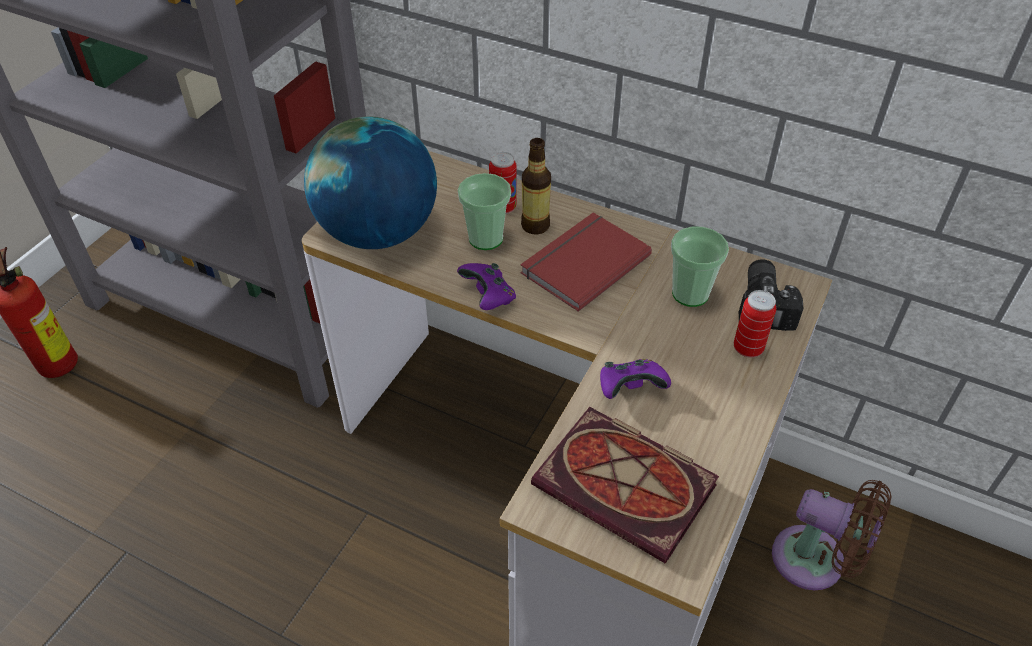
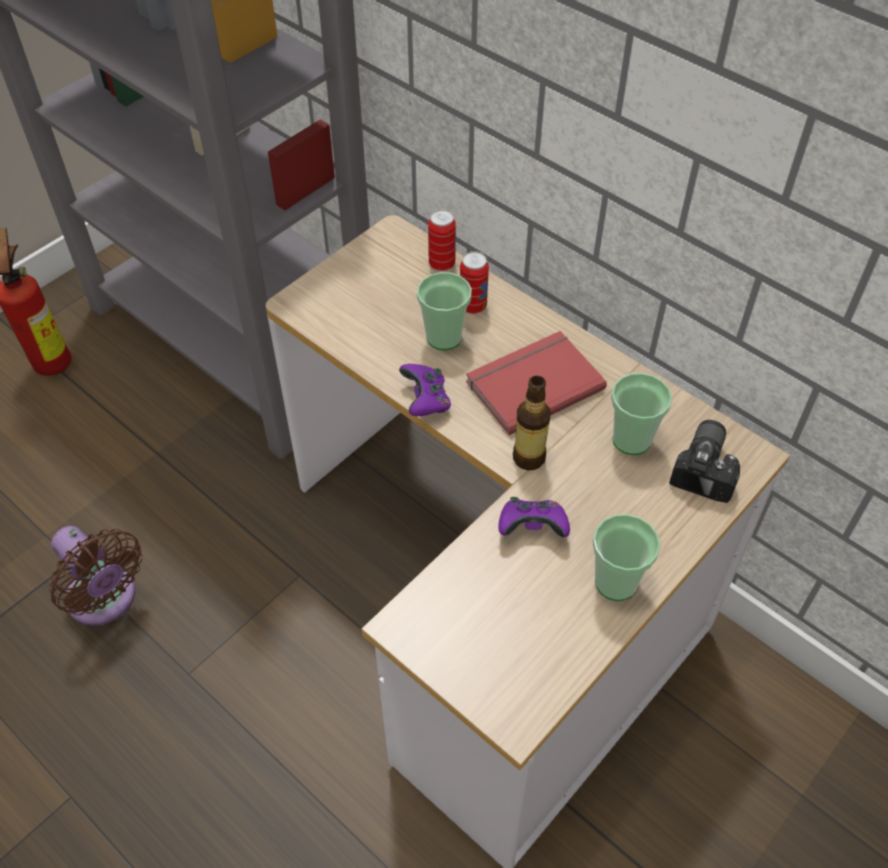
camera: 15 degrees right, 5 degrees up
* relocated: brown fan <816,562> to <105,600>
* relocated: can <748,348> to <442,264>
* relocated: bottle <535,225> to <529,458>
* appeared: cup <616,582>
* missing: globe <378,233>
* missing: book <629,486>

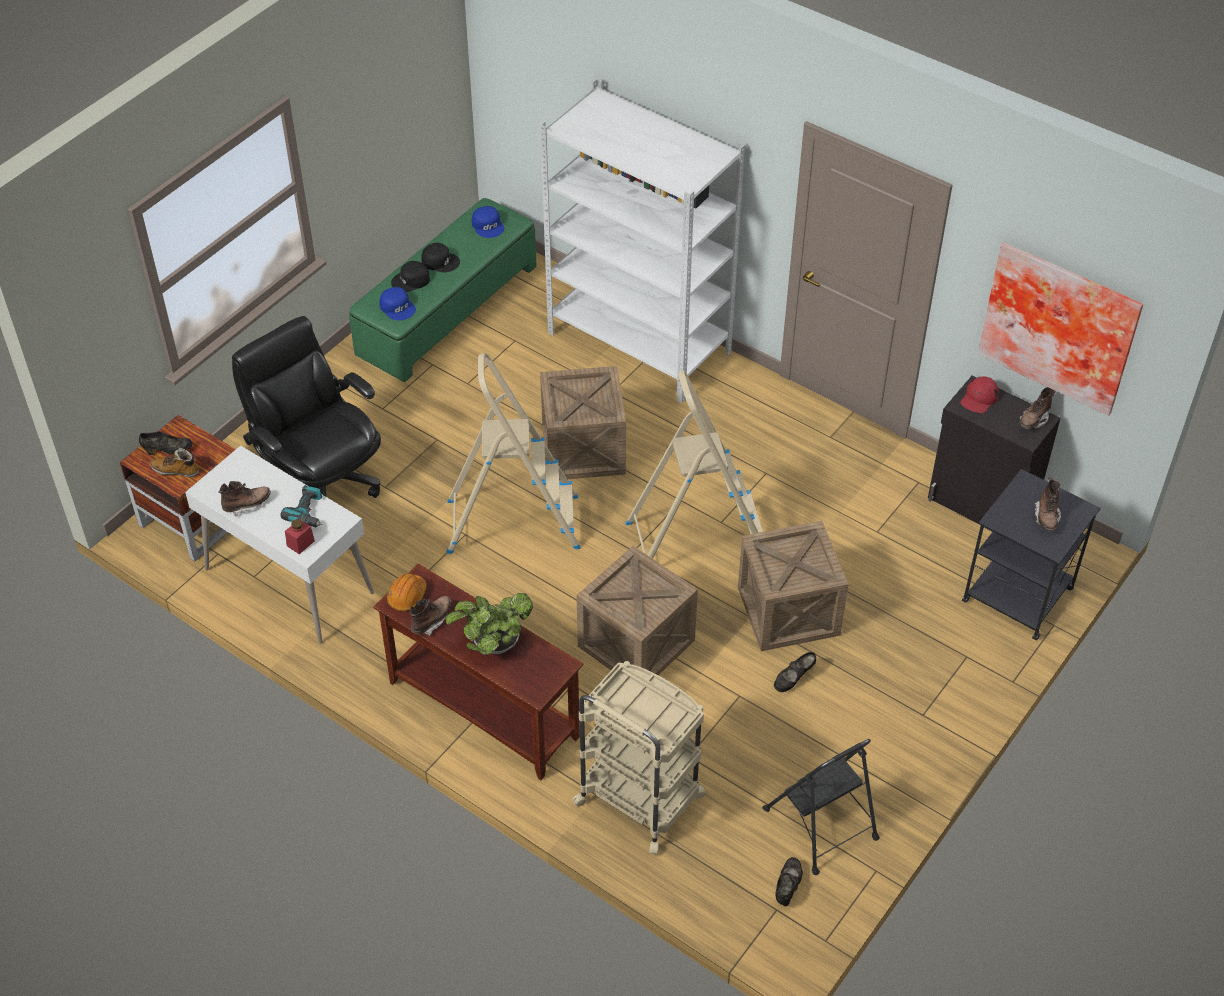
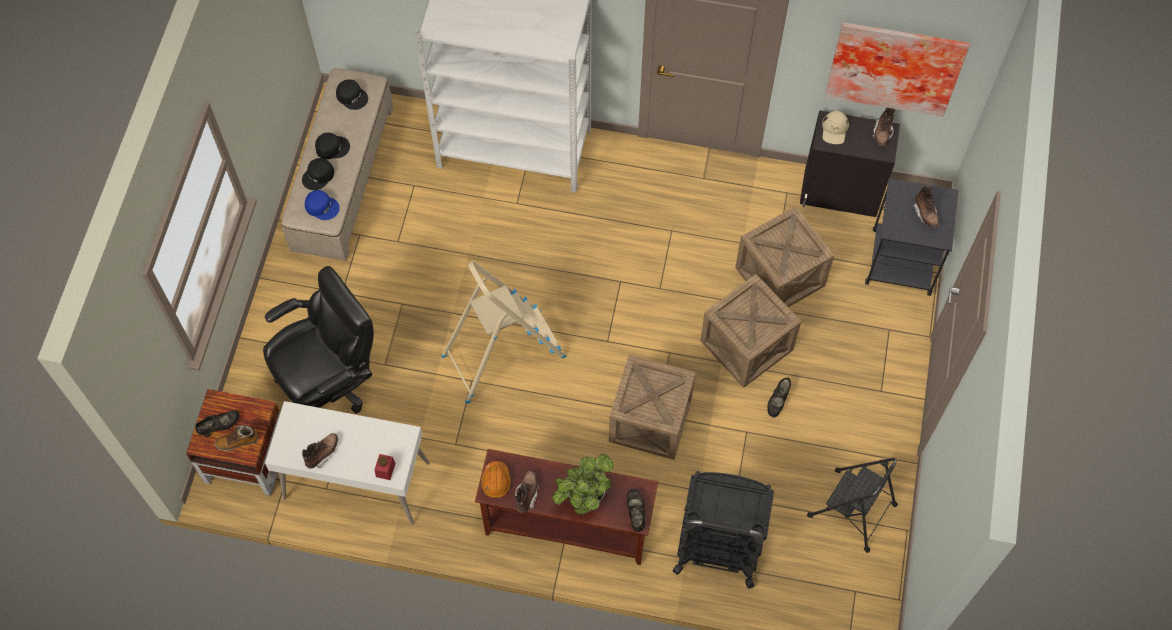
camera: 25 degrees left, 15 degrees up
* spun: black office chair <321,481> = <330,380> 120 degrees clockwise
* colour: green bench <447,309> to beige bench <342,176>
* colour: blue cap <488,225> to black cap <352,96>
* relocated: black shoe <787,887> to <635,513>
* colour: beige cart <640,798> to black cart <718,547>
* relocated: crate <583,449> to <780,276>
* colour: red cap <979,398> to beige cap <834,129>
* missing: power drill <308,512>
* missing: beige step ladder <698,539>

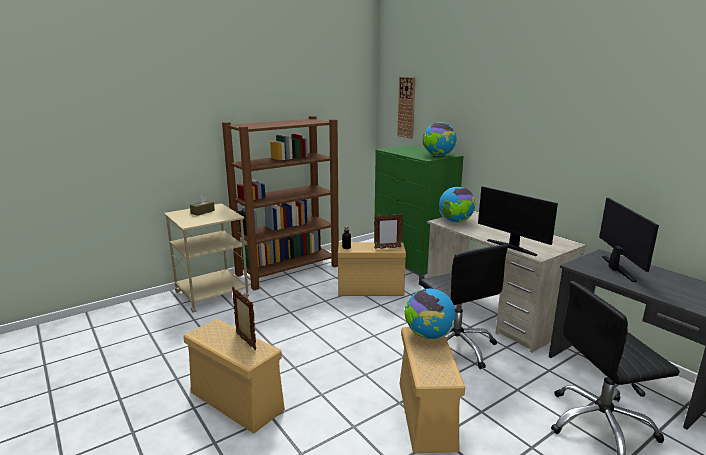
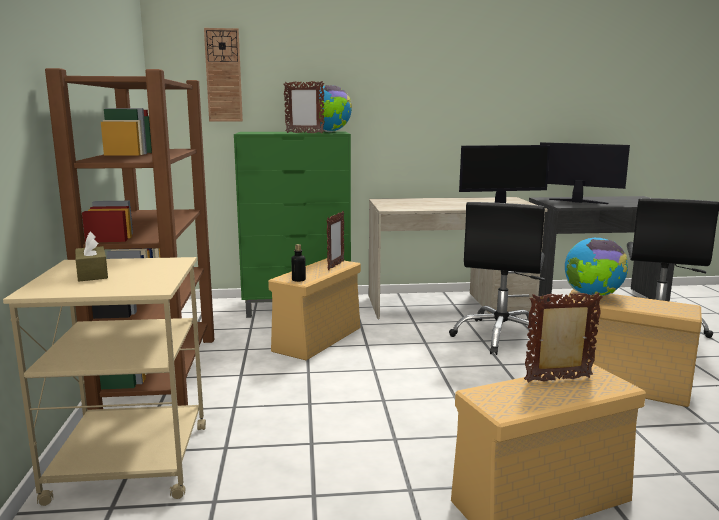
camera: 60 degrees left, 5 degrees down
* appeared: picture frame <304,133>
* spun: black office chair <456,346> = <500,336> 105 degrees clockwise
* missing: globe <455,221>

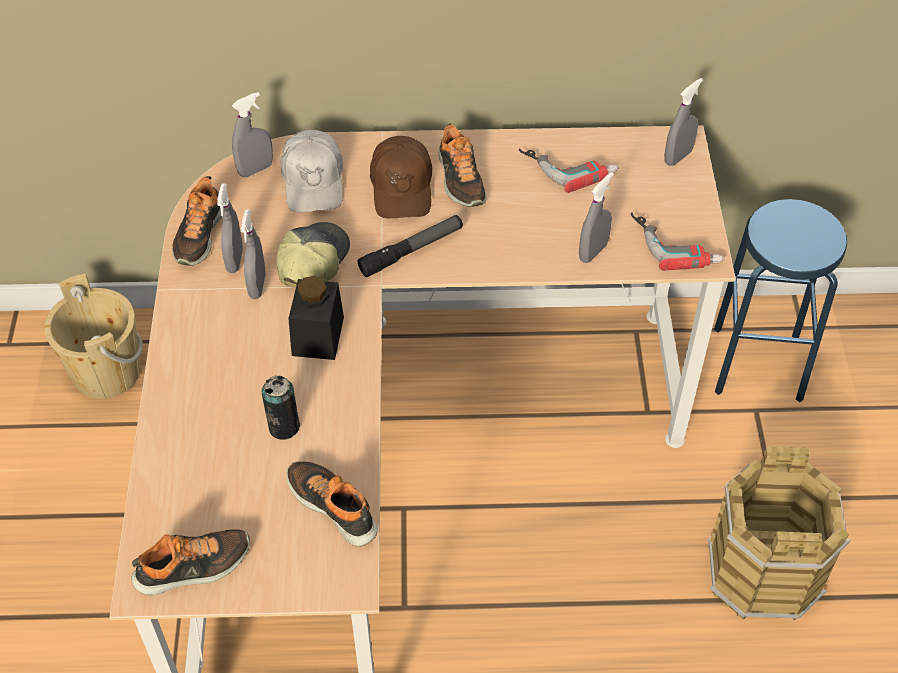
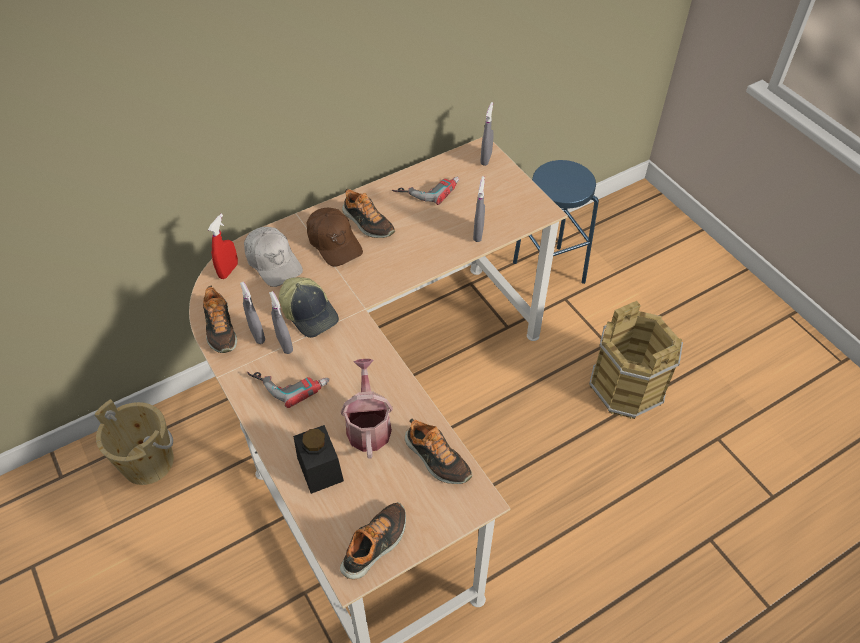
camera: 30 degrees left, 0 degrees up
* colour: grey spray bottle <255,169> to red spray bottle <228,270>
* relocated: power drill <676,243> to <290,381>
* spun: cap <312,261> = <310,313> 150 degrees clockwise
* relocated: black jar <318,336> to <320,469>
* exchanged: can <284,427> to watering can <368,425>
* spun: shoe <334,506> = <436,459> 150 degrees counterclockwise
* missing: flashlight <411,251>

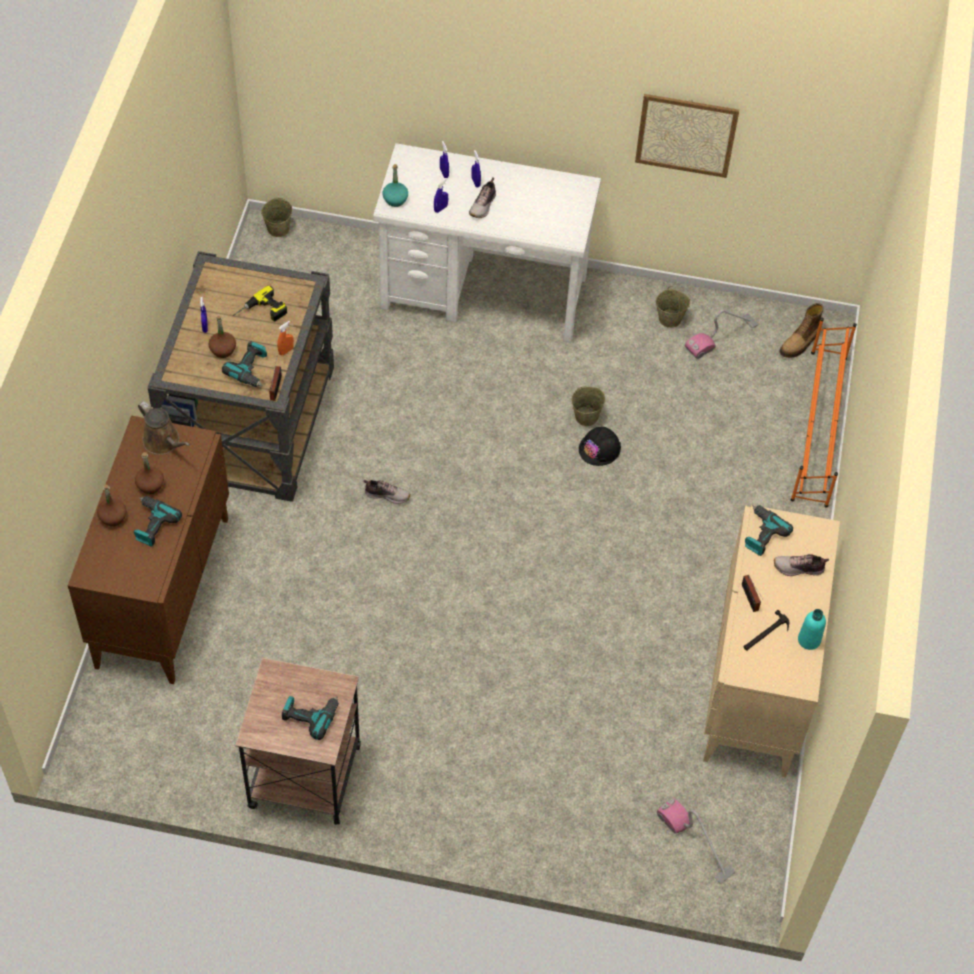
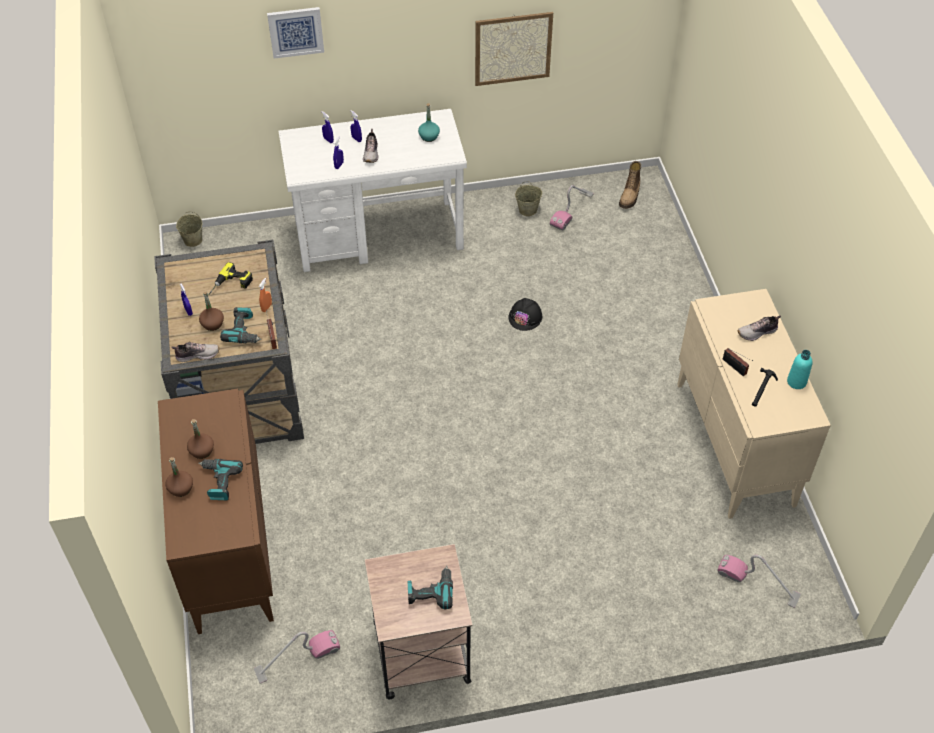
camera: 20 degrees left, 5 degrees down
* relocated: shoe <387,495> to <197,355>
* appeared: vacuum cleaner <297,659>
* appeared: picture <295,31>
* relocated: turquoise bottle <395,200> to <429,136>
* missing: brown watering can <163,442>
* missing: beige bucket <587,416>
* missing: power drill <761,534>
* missing: orange shoe rack <818,428>

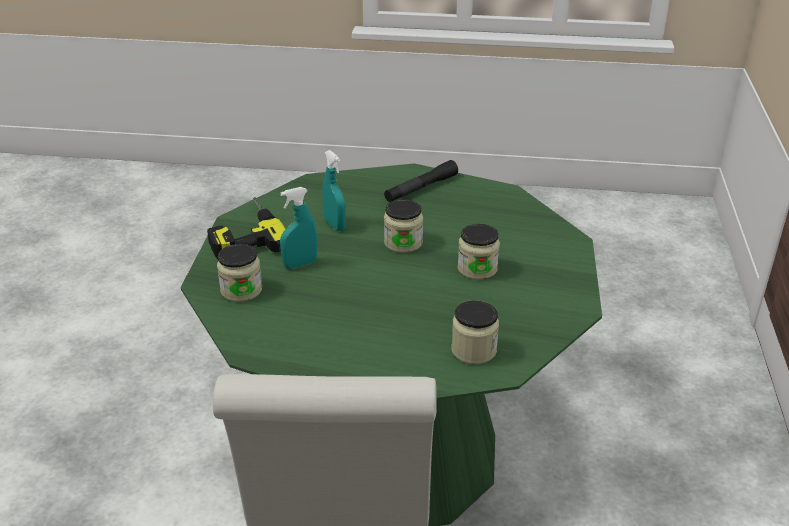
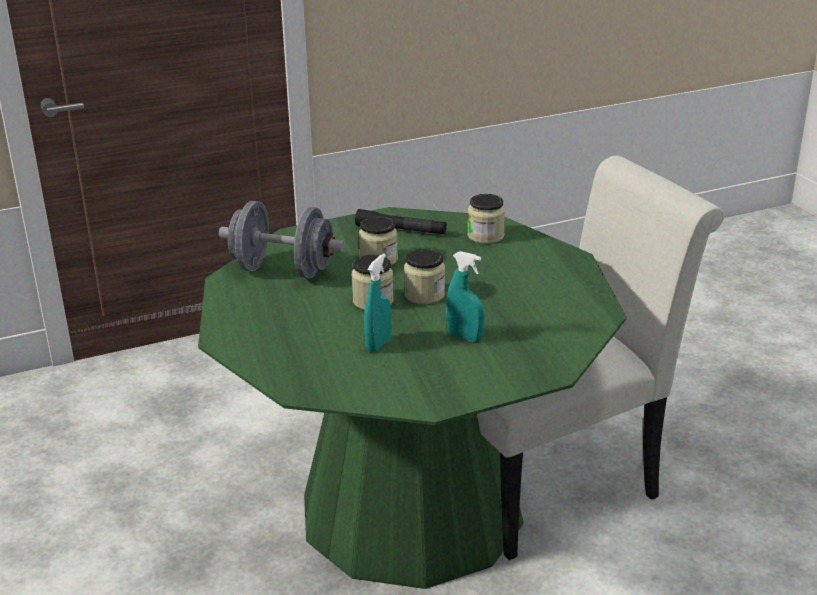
camera: 120 degrees left, 5 degrees down
* appeared: grey dumbbell <283,270>
* relocated: black flashlight <421,188> to <401,230>
* relocated: jar <241,290> to <424,295>
* missing: power drill <244,234>

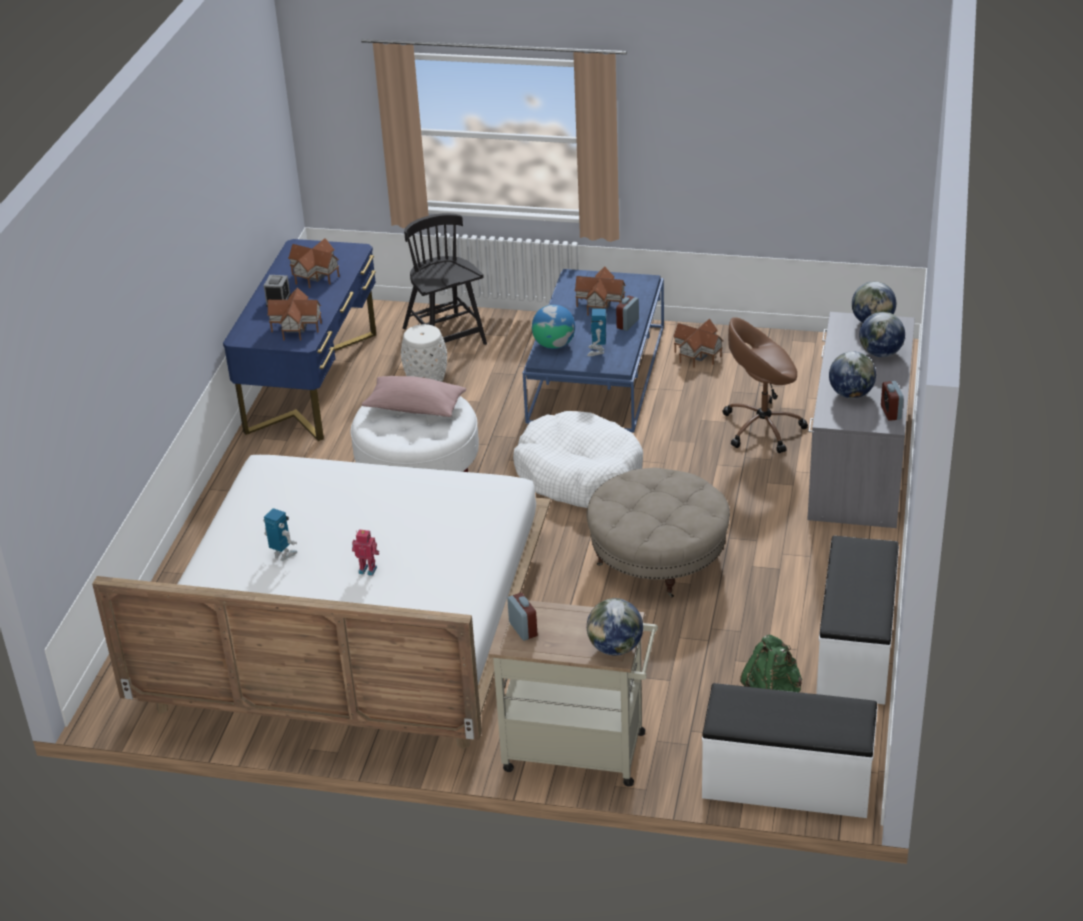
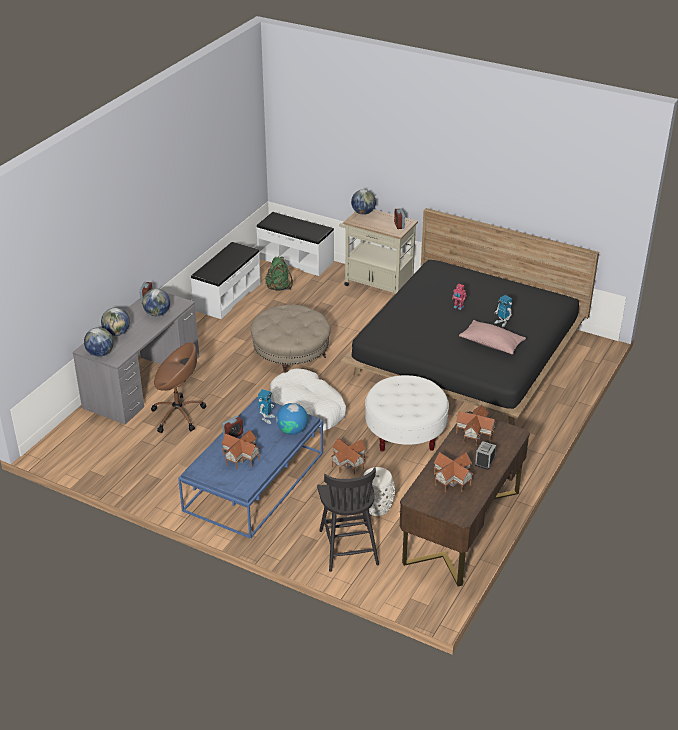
camera: 165 degrees left, 0 degrees up
* relocated: toy house <699,354> to <347,463>
* colour: white bed <354,625> to black bed <466,356>
* colour: blue desk <312,382> to brown desk <462,526>
* relocated: pink pillow <415,408> to <491,344>

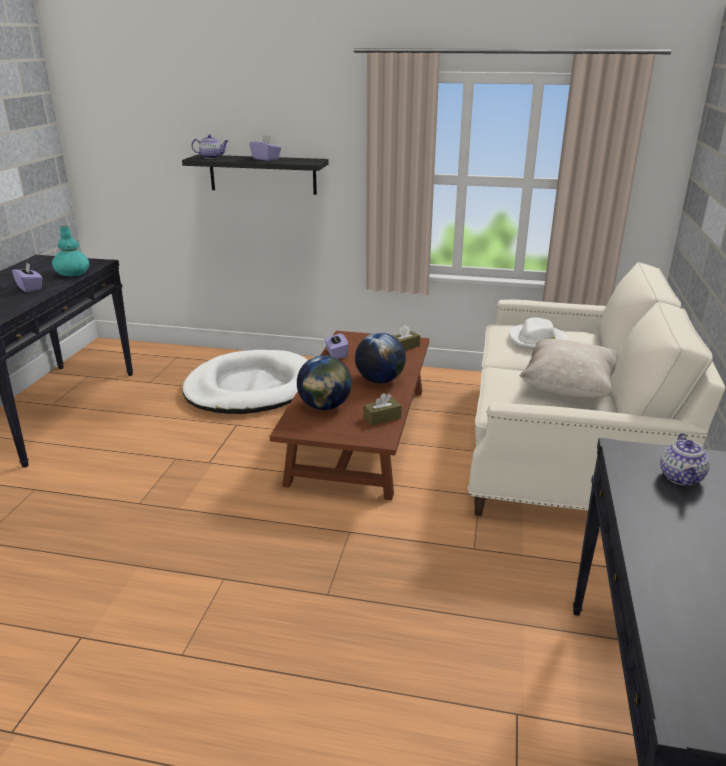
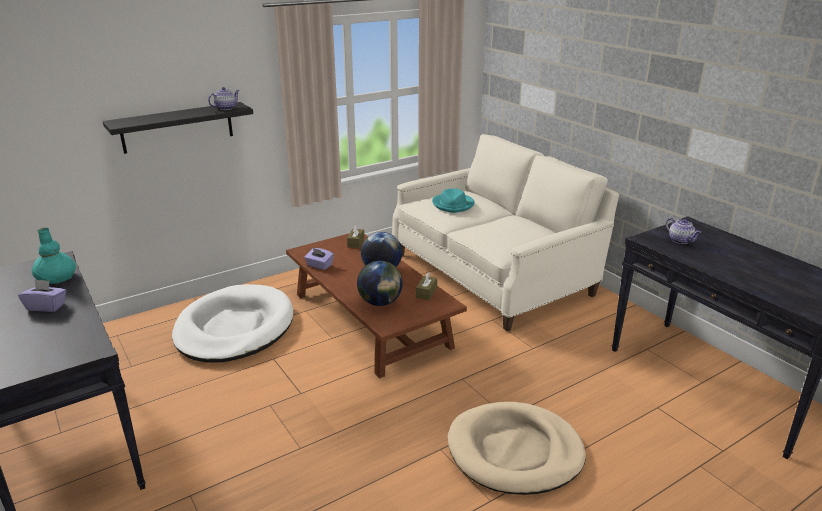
camera: 45 degrees left, 0 degrees up
* relocated: teapot <212,157> to <226,108>
* colour: white hat <537,340> to turquoise hat <453,204>
* appeared: beige dog bed <515,451>
* missing: purple tissue box <266,159>
* missing: beige pillow <567,388>

